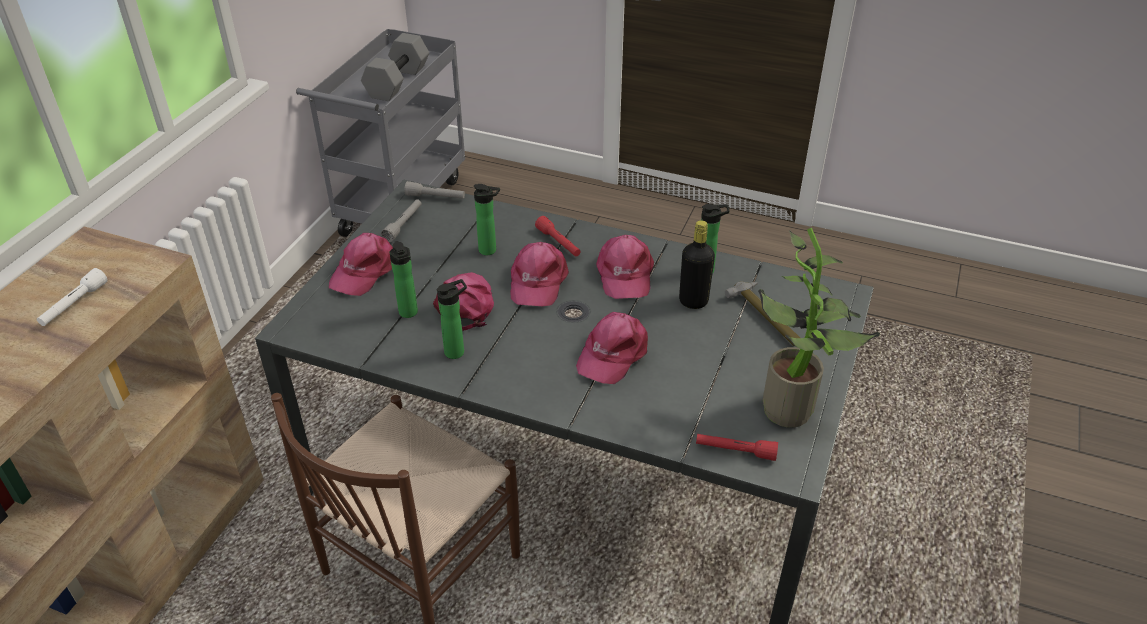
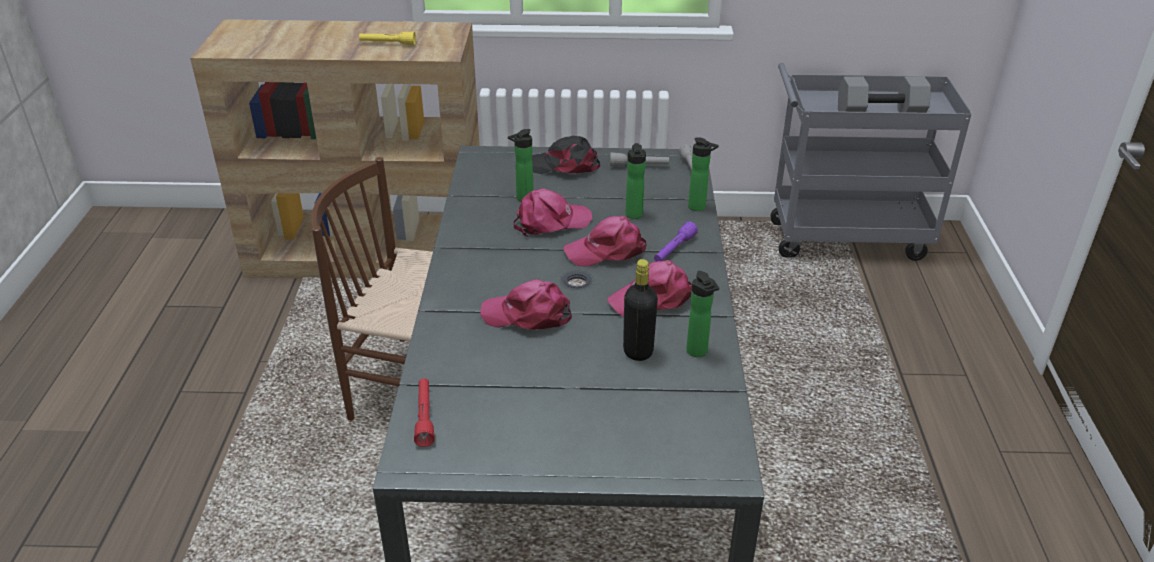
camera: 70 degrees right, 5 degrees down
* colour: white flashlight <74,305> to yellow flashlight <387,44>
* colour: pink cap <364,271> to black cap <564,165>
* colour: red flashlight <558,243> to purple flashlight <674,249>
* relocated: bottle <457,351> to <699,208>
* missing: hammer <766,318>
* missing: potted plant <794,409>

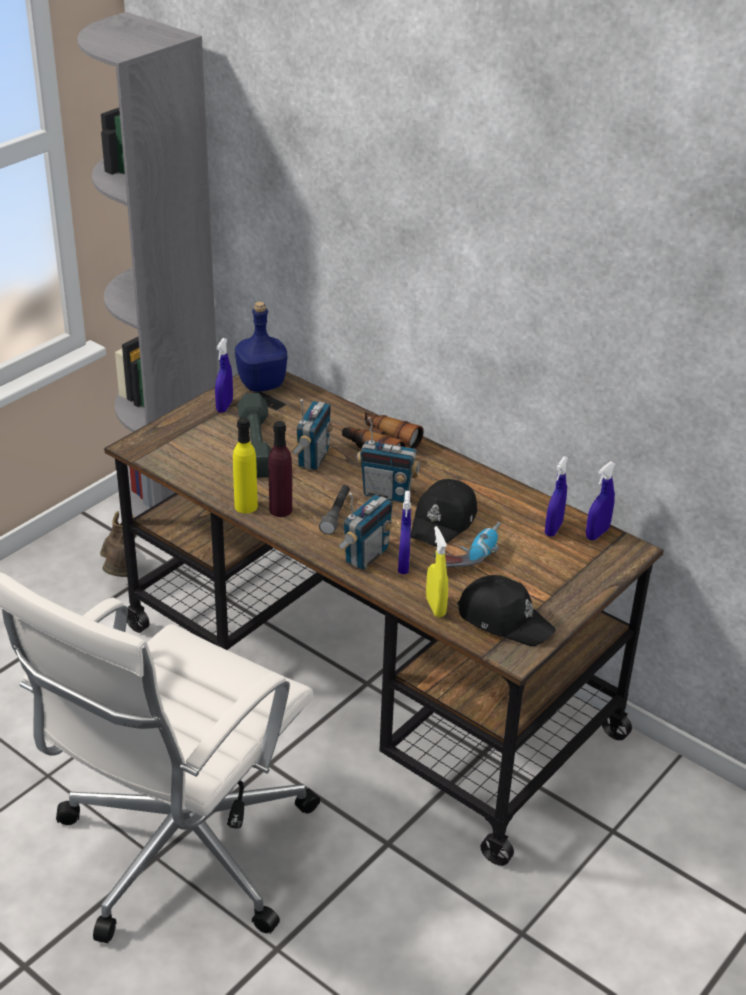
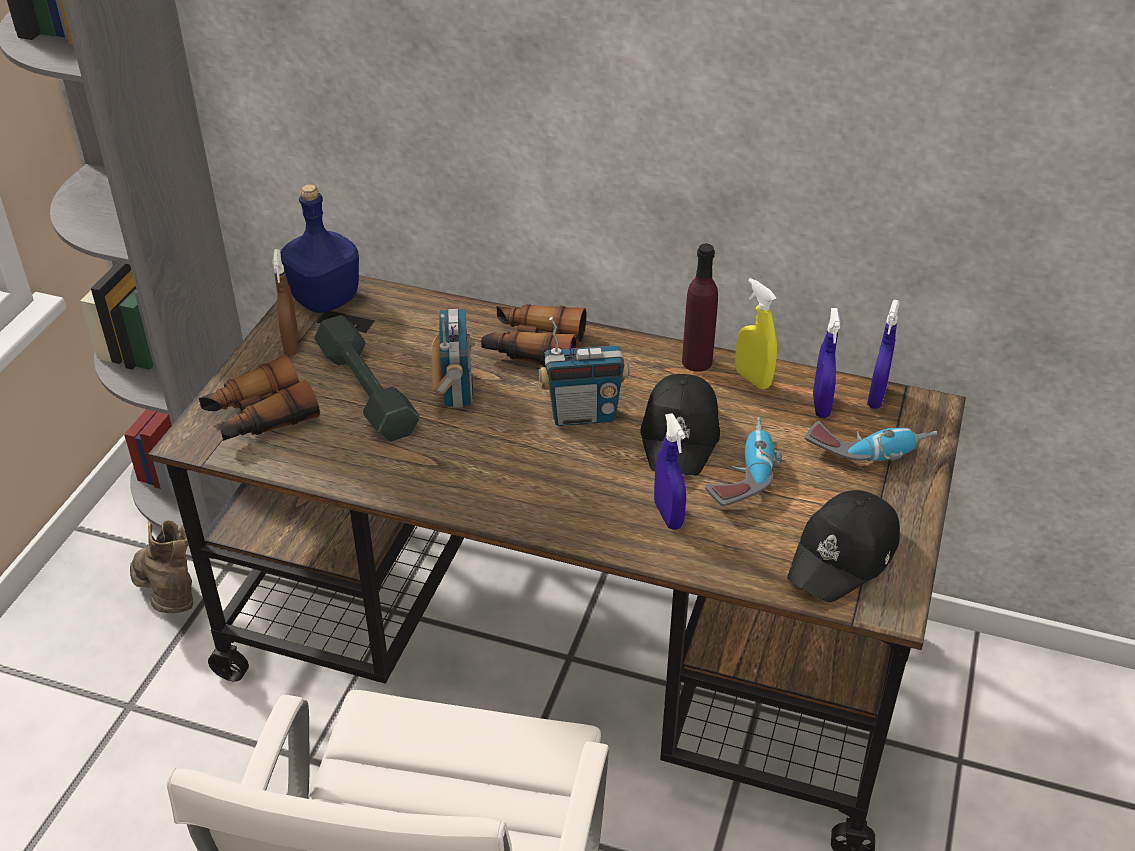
camera: 20 degrees left, 5 degrees up
* appeared: binoculars <259,417>
* colour: blue spray bottle <224,406> to brown spray bottle <291,345>
* relocated: purple bottle <280,510> to <697,362>
* relocated: yellow spray bottle <435,607> to <752,379>
* spun: black cap <504,619> = <844,556> 120 degrees clockwise
* appeared: power drill <869,449>
* missing: yellow bottle <246,506>
* missing: grey flashlight <336,514>
* missing: radio <366,555>

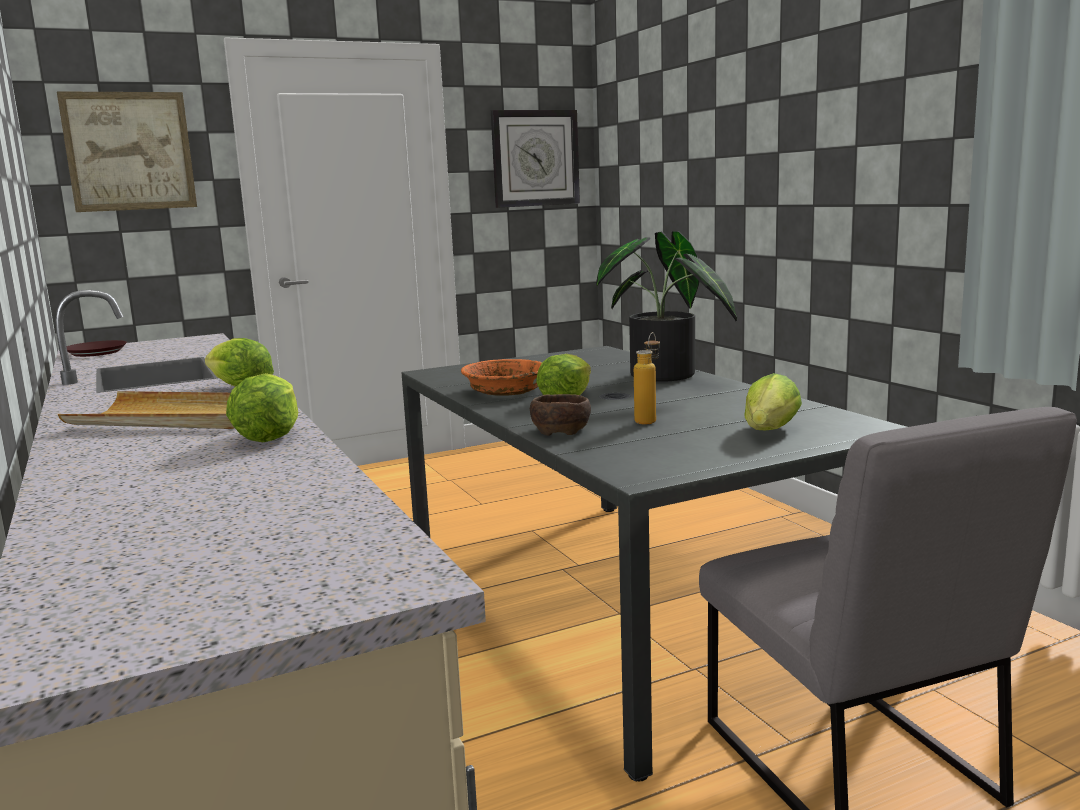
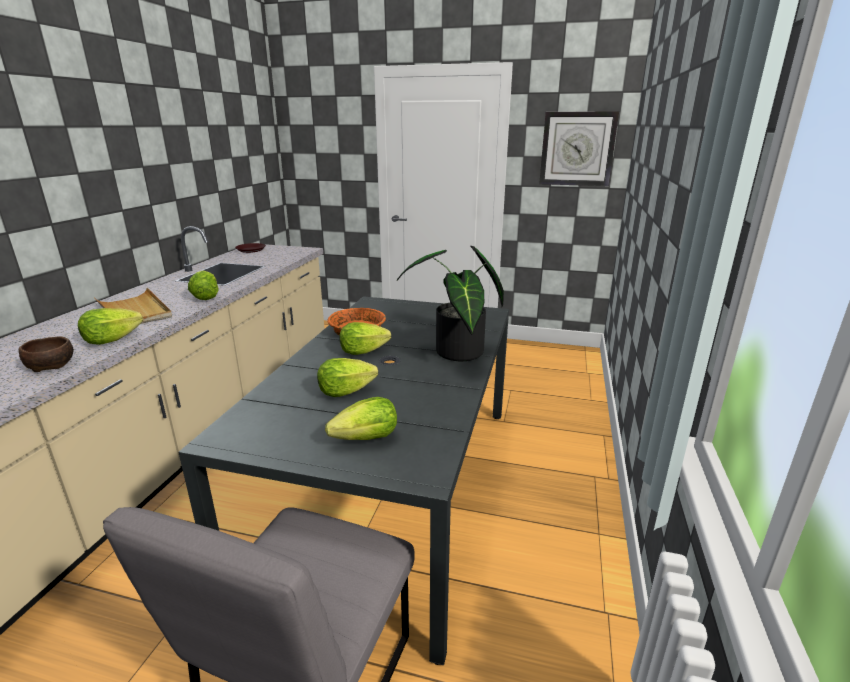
camera: 40 degrees right, 10 degrees up
* relocated: brown bowl <560,430> to <52,365>
* exchanged: bottle <648,420> to lettuce <345,391>
* missing: picture <129,151>

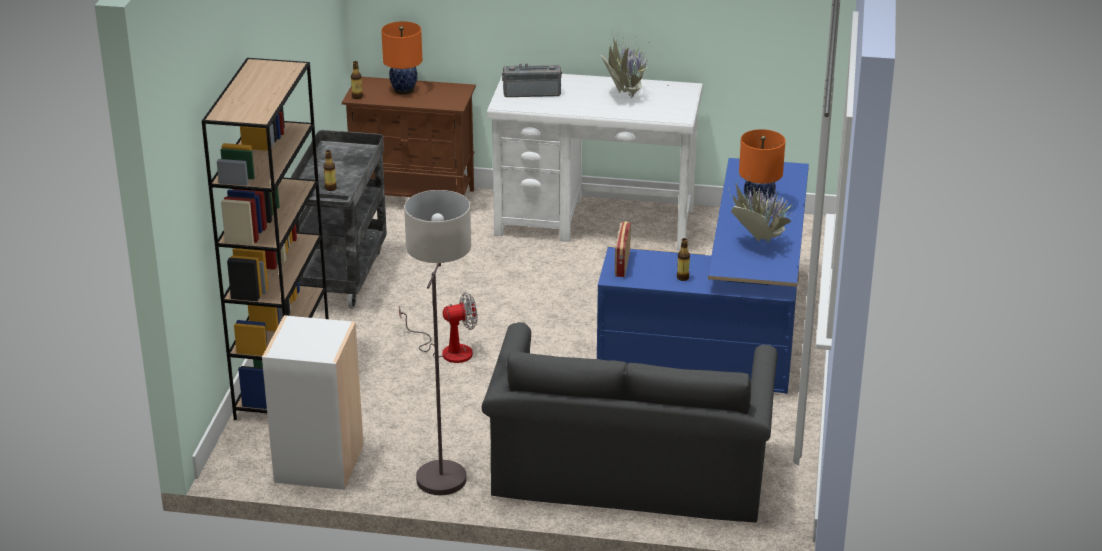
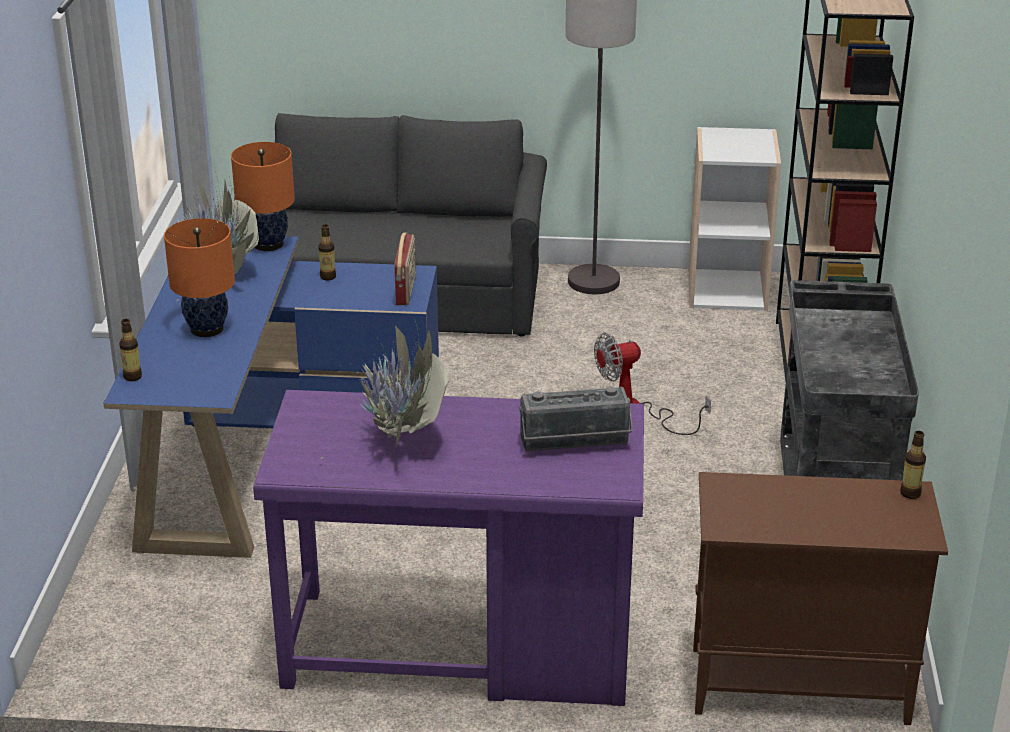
camera: 175 degrees right, 0 degrees up
* relocated: bottle <330,188> to <132,377>
* relocated: orange table lamp <403,90> to <268,244>
* colour: white desk <595,221> to purple desk <457,647>

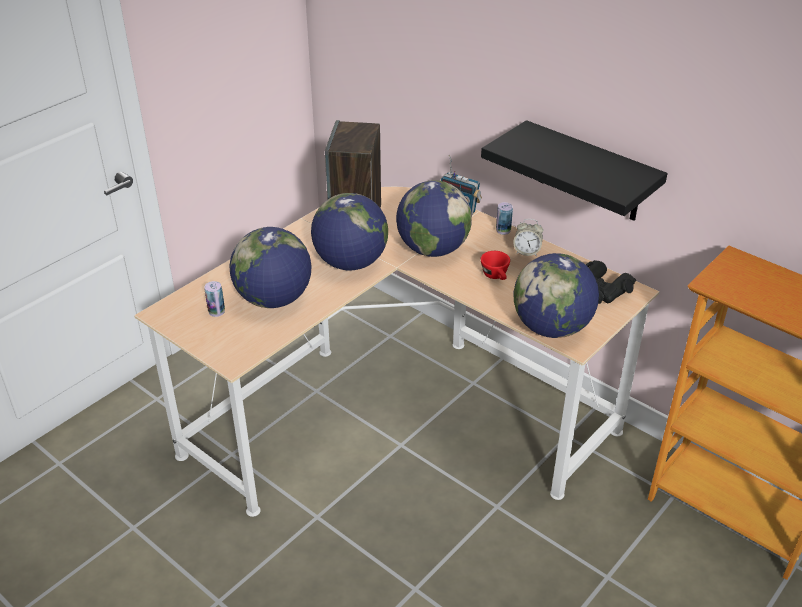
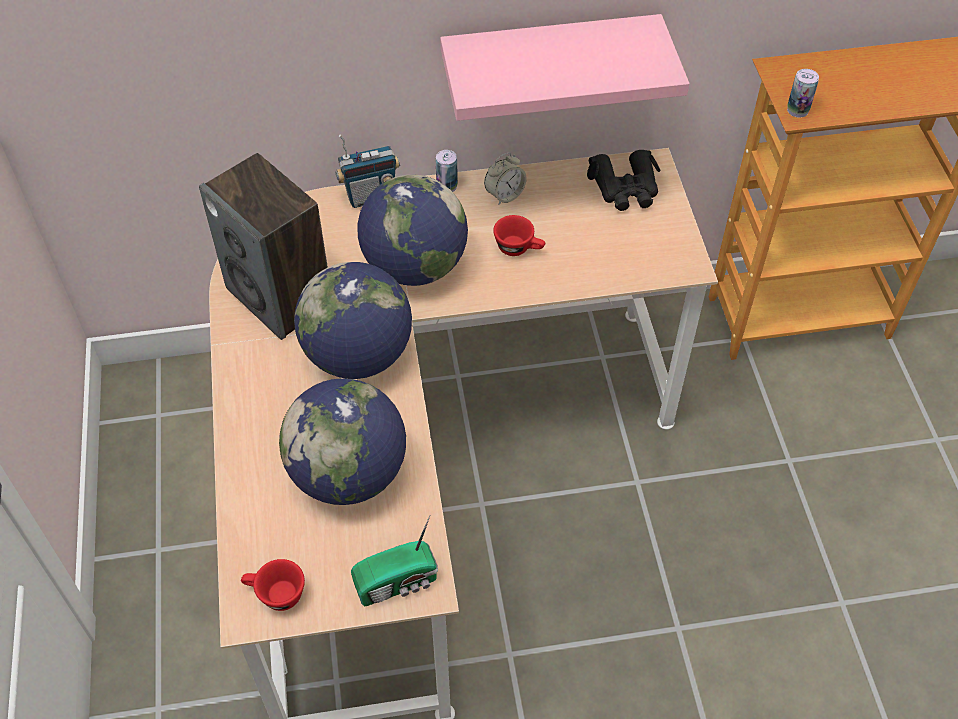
camera: 50 degrees left, 15 degrees up
* appeared: red cup <275,594>
* appeared: radio <398,582>
* colour: black shelf <589,173> to pink shelf <549,60>
* relocated: can <216,311> to <797,110>
* missing: globe <551,328>

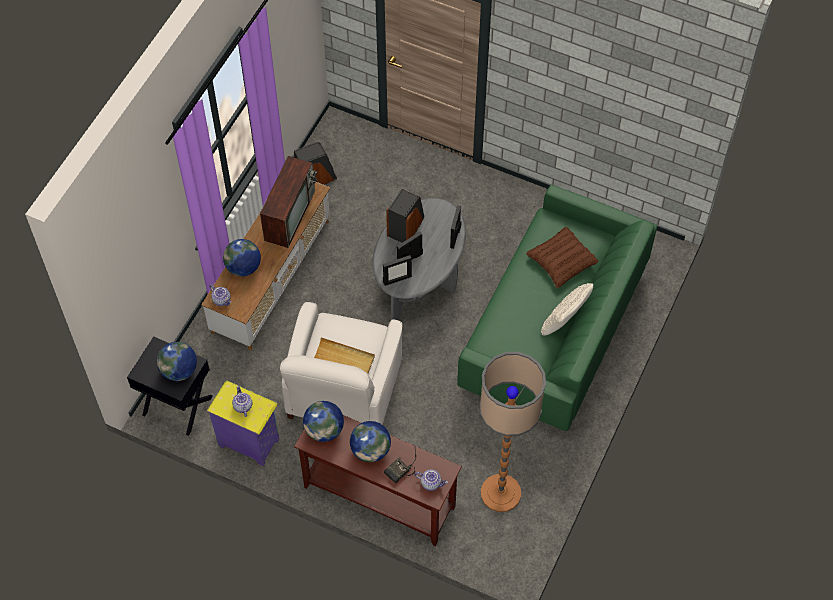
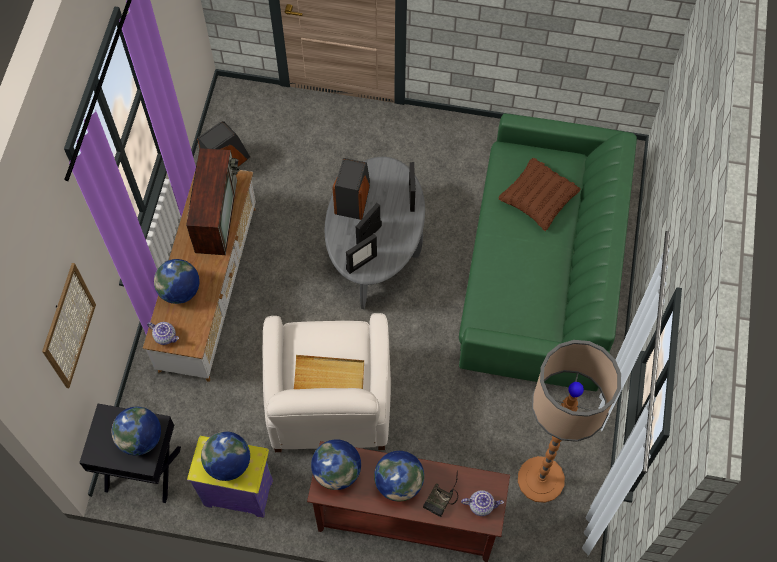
camera: 15 degrees left, 5 degrees up
* appeared: picture <68,325>
* exchanged: teapot <242,406> to globe <228,463>
* missing: beige pillow <564,322>

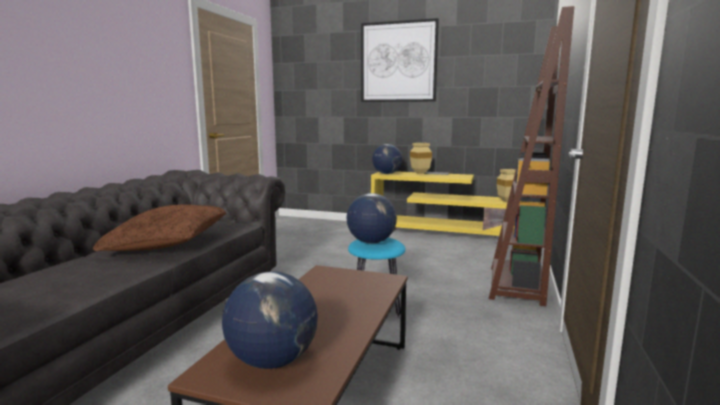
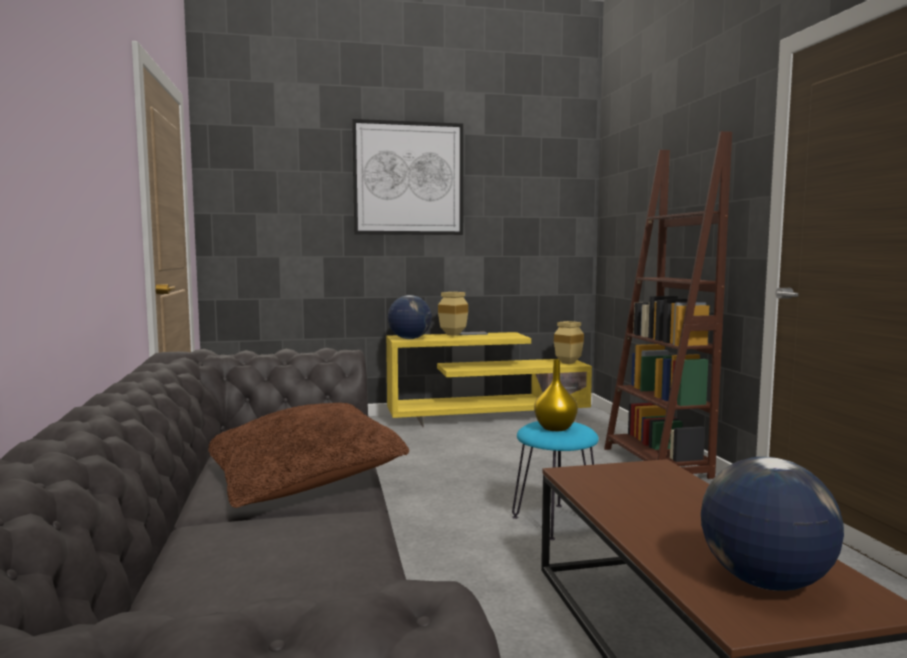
camera: 30 degrees left, 5 degrees down
* exchanged: globe <371,242> to yellow vase <554,428>

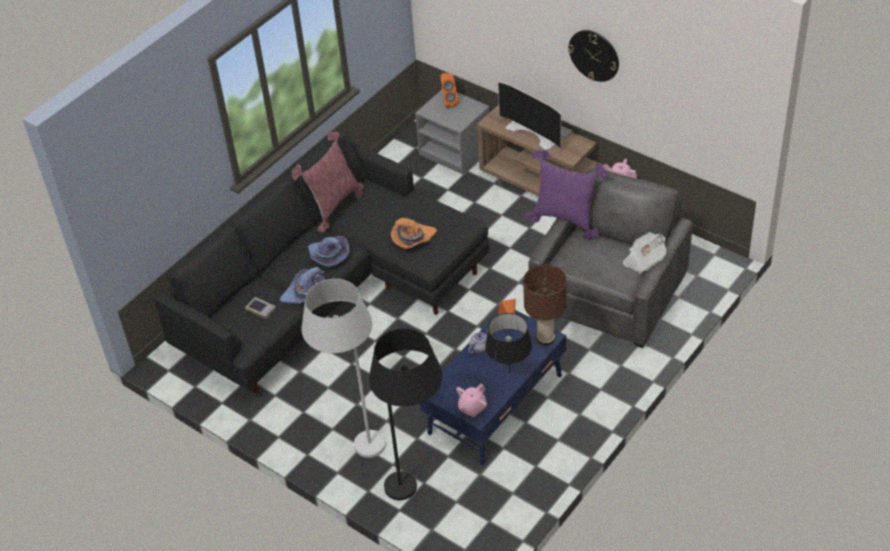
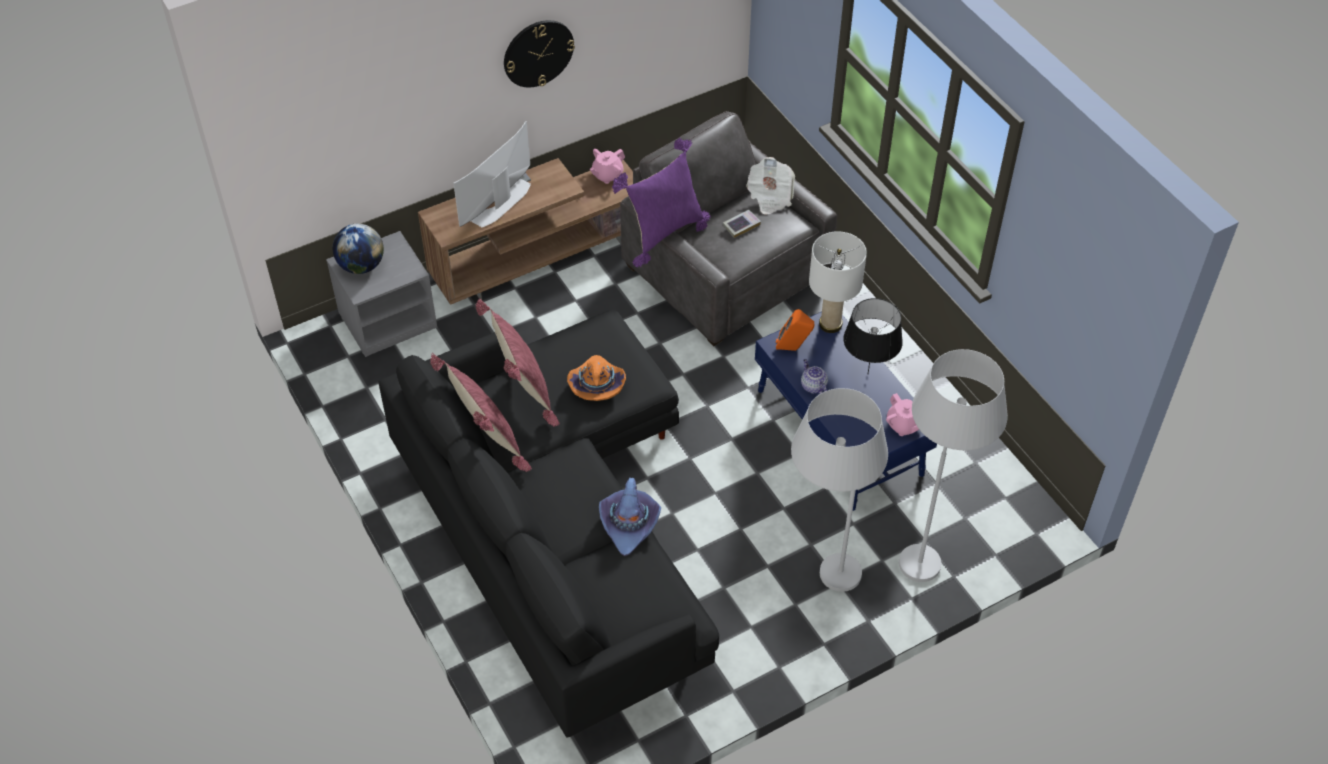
camera: 70 degrees left, 5 degrees up
* exchanged: orange speaker <448,102> to globe <361,266>
* spun: television <533,133> = <501,203> 150 degrees clockwise
* appeared: red pillow <520,397>
* relocated: book <261,309> to <741,225>
* colour: brown table lamp <545,338> to white table lamp <831,324>
* colour: black floor lamp <418,487> to white floor lamp <929,547>
* missing: purple hat <328,257>

